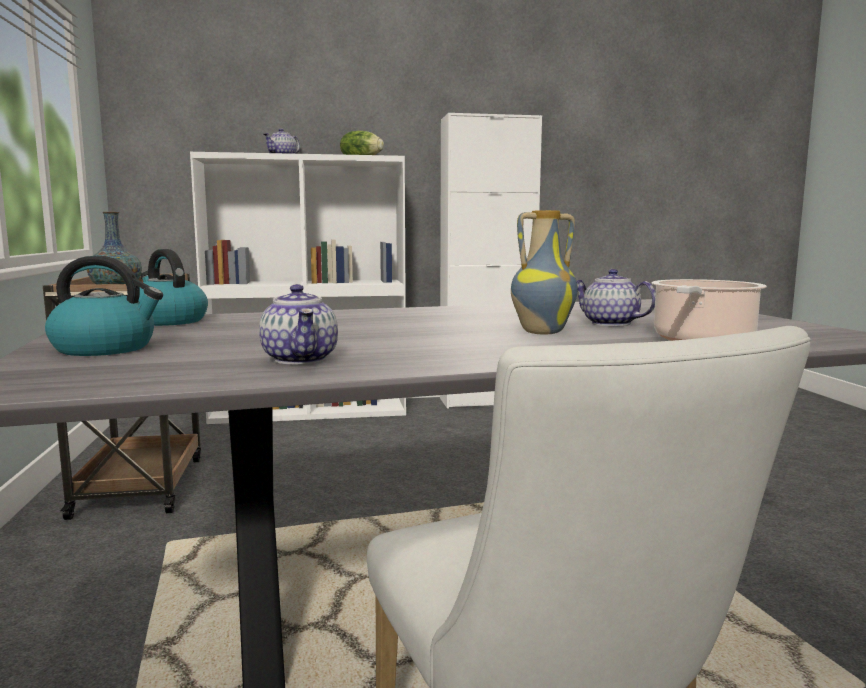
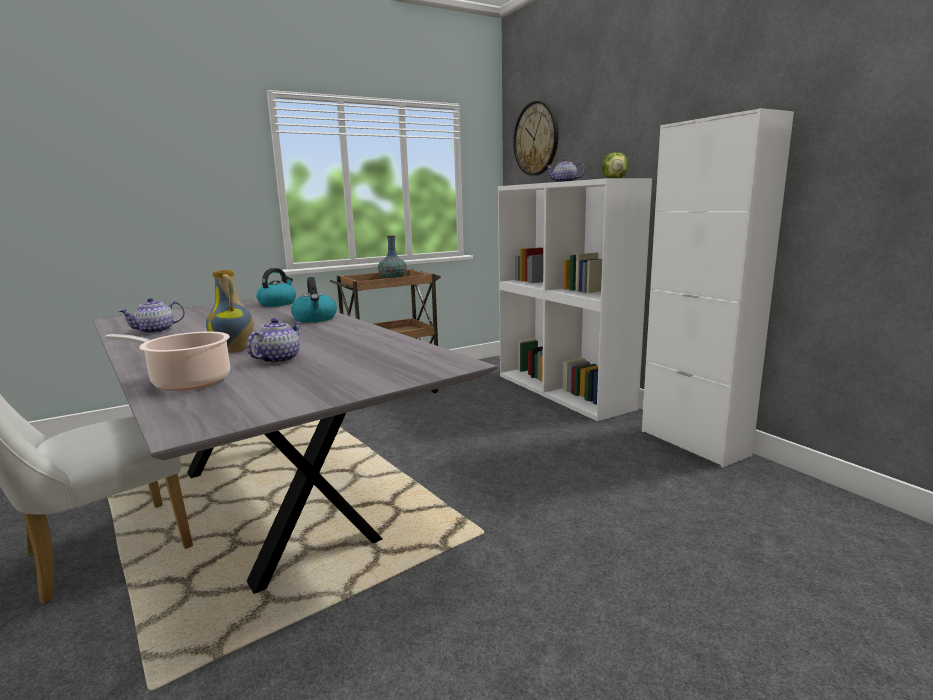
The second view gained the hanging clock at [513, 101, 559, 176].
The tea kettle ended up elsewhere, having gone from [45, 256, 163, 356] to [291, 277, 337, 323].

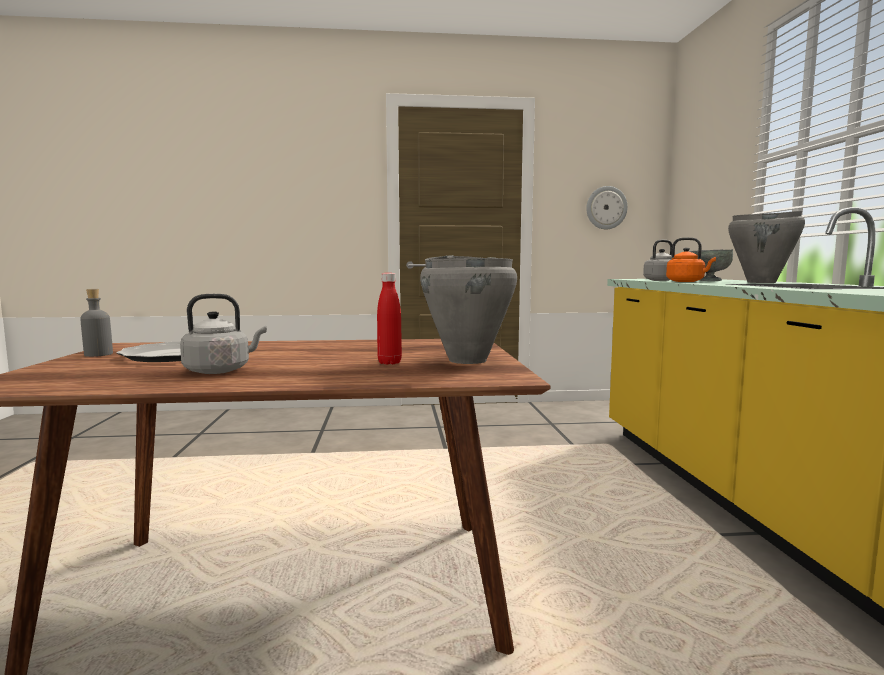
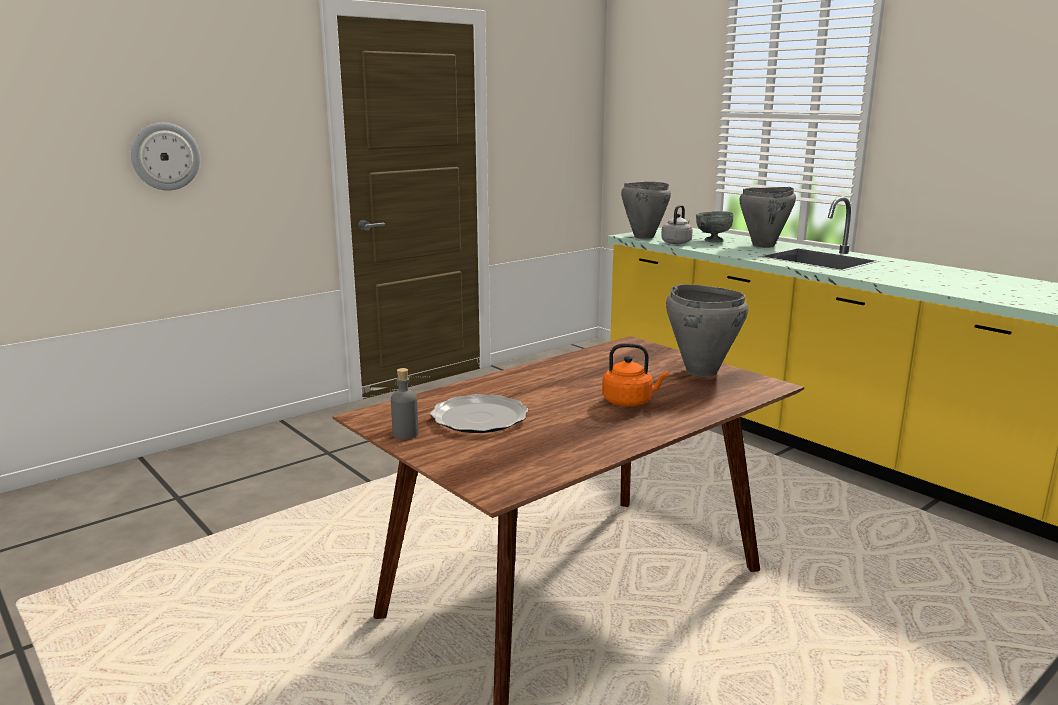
The second view lost the grey tea kettle at [180, 294, 267, 374].
The second view lost the red beverage bottle at [377, 273, 402, 365].
The second view gained the grey stockpot at [621, 182, 671, 239].
The hanging clock ended up elsewhere, having gone from [586, 186, 628, 229] to [131, 123, 200, 191].
The orange tea kettle ended up elsewhere, having gone from [666, 237, 716, 282] to [602, 343, 668, 406].

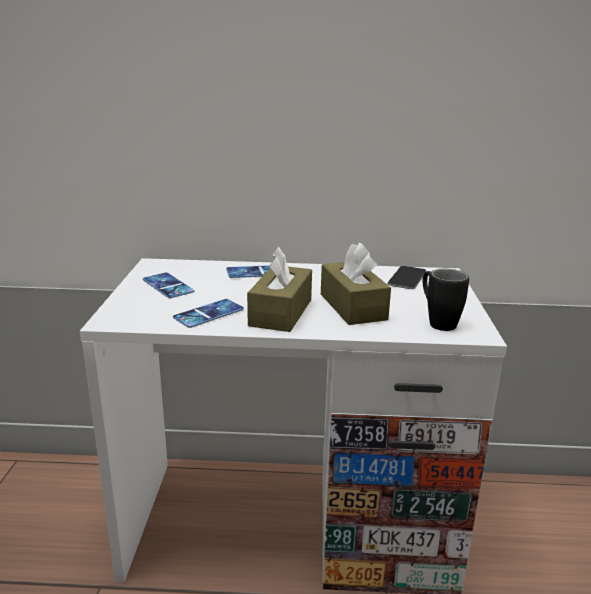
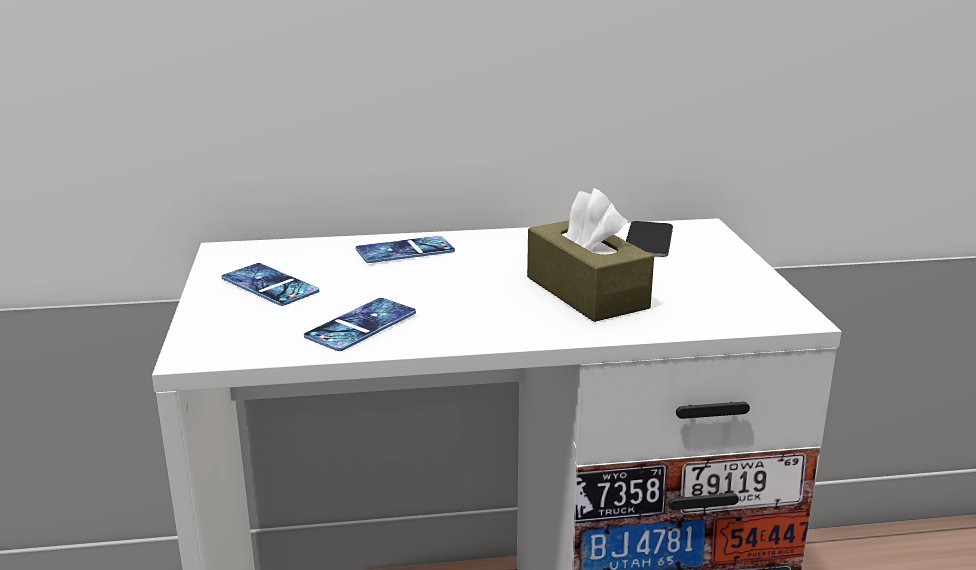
The second view lost the brown box of tissues at [247, 246, 312, 332].
The second view lost the blackish mug at [423, 269, 469, 331].

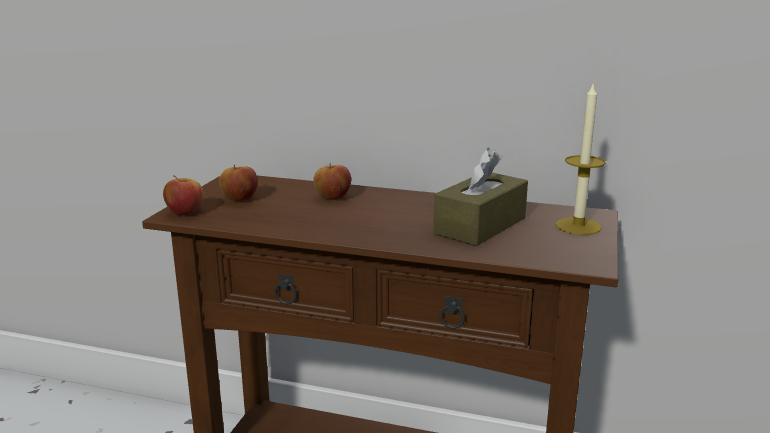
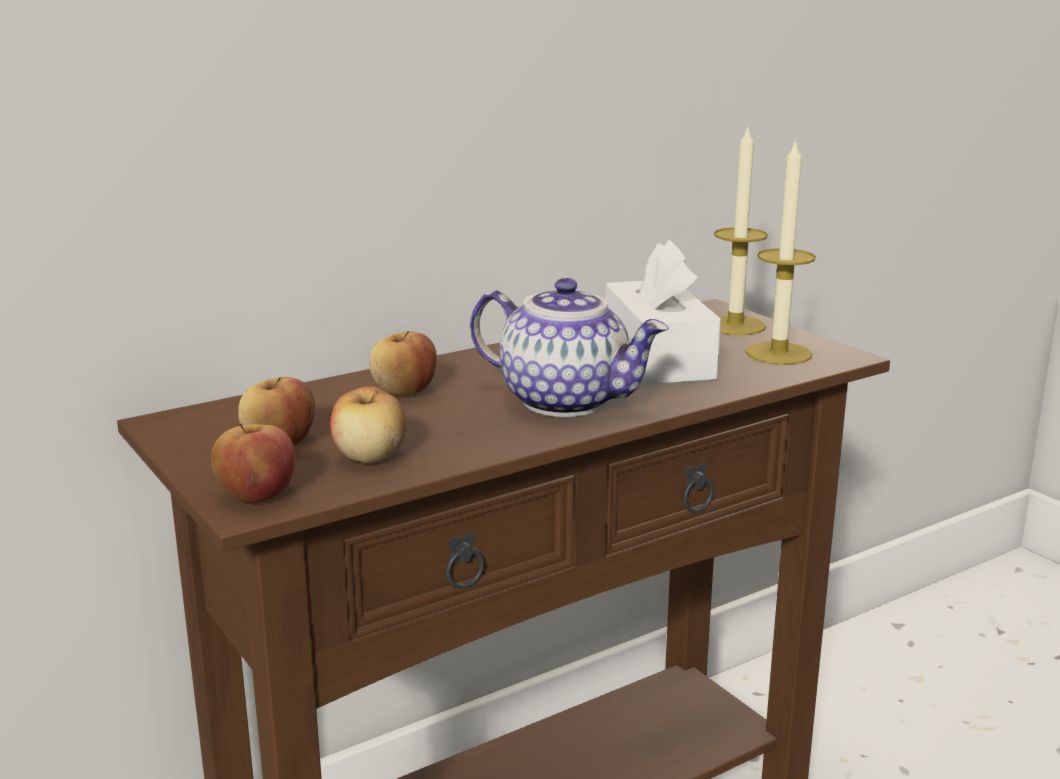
The second view gained the apple fruit at [330, 383, 406, 463].
The second view gained the pot for tea at [470, 278, 669, 417].
The second view gained the wax candle at [746, 139, 816, 365].
What was the brown box of tissues at [433, 148, 528, 246] turned into the white-coloured box of tissues at [605, 239, 721, 385].

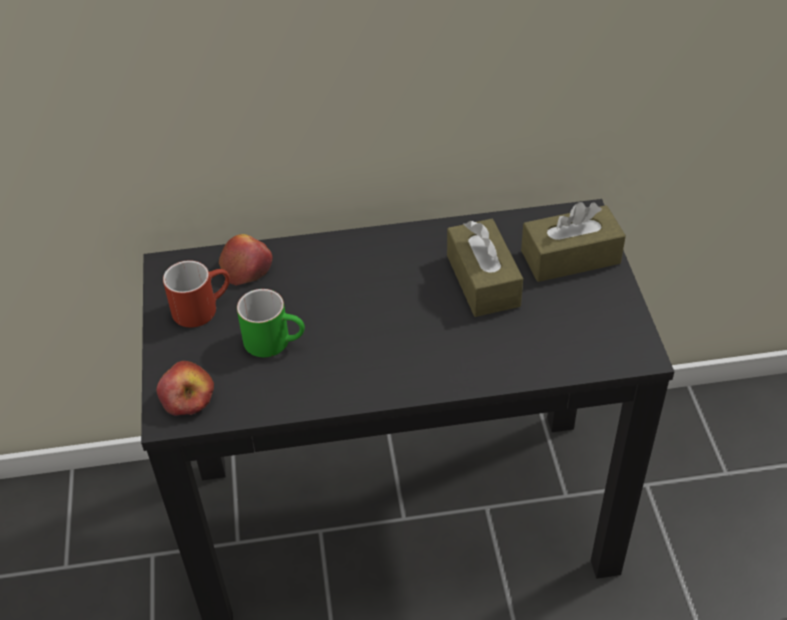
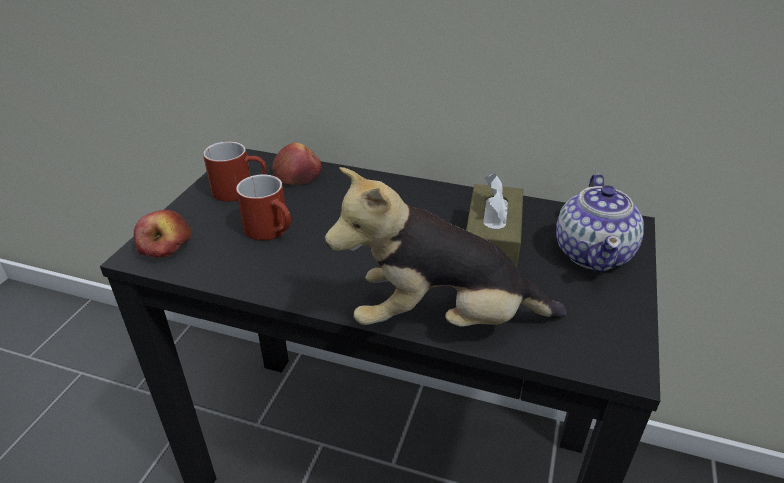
The second view gained the plush toy at [325, 167, 566, 327].
Where the brown box of tissues stood at [521, 202, 626, 282], the pot for tea came to stand at [556, 174, 644, 272].
What was the greenish mug at [237, 289, 305, 357] turned into the red mug at [236, 174, 291, 240].

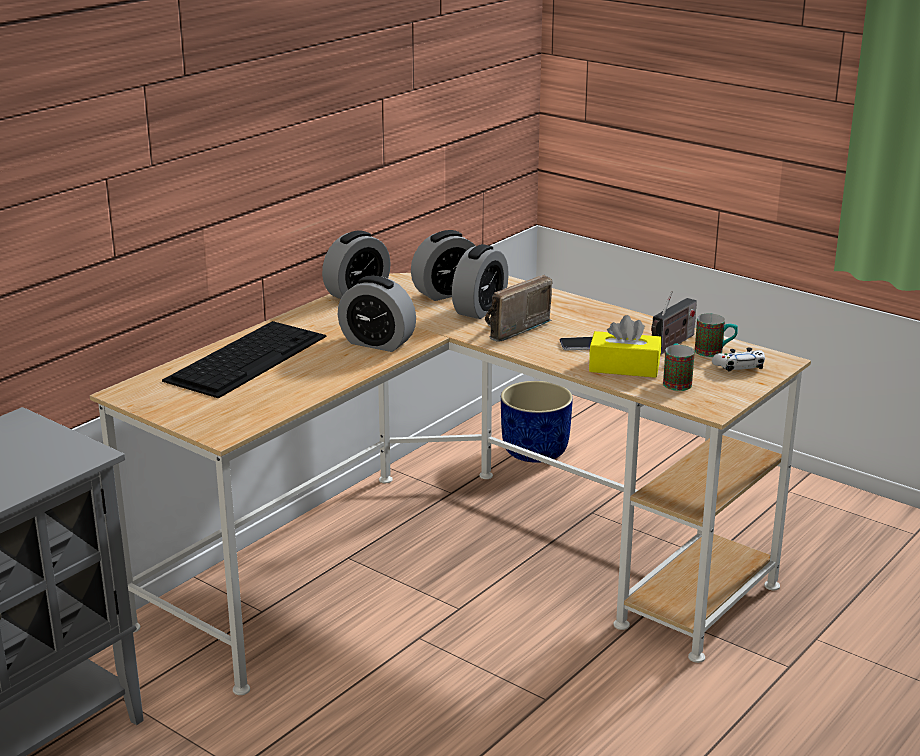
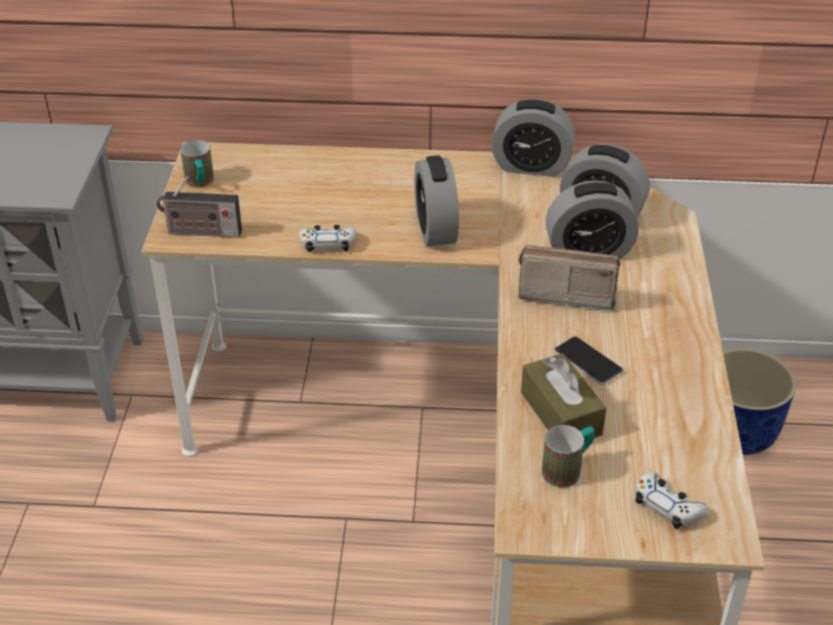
The second view lost the keyboard at [162, 321, 326, 399].
The second view gained the white-coloured game controller at [299, 225, 356, 252].
The radio set ended up elsewhere, having gone from [651, 291, 697, 354] to [157, 176, 242, 238].
The mug ended up elsewhere, having gone from [695, 313, 738, 357] to [181, 140, 214, 188].
What was the yellow box of tissues at [589, 315, 661, 378] turned into the brown box of tissues at [521, 353, 606, 440].

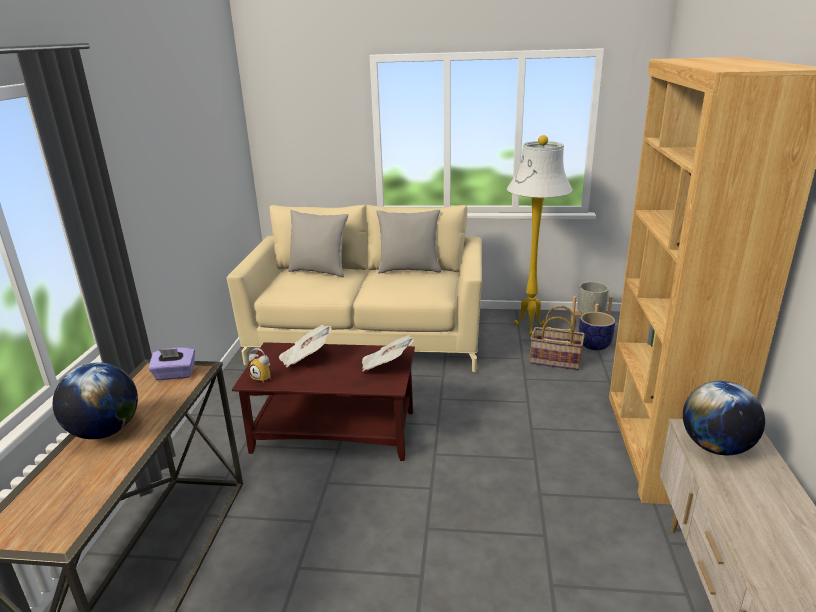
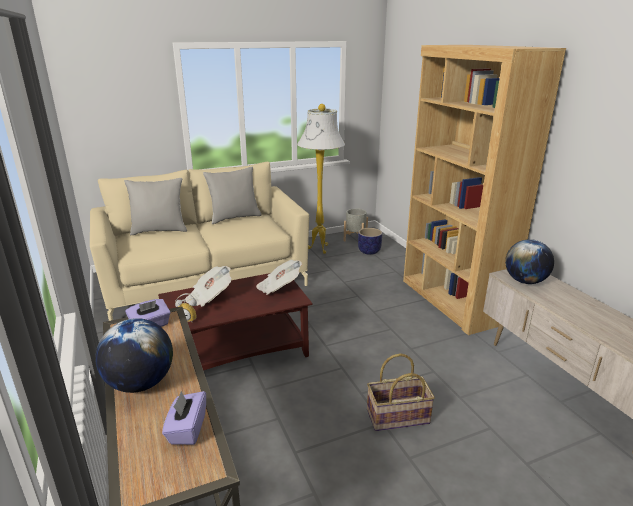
The second view gained the purplish box of tissues at [162, 391, 206, 445].
The storage basket ended up elsewhere, having gone from [530, 306, 585, 370] to [367, 353, 435, 431].

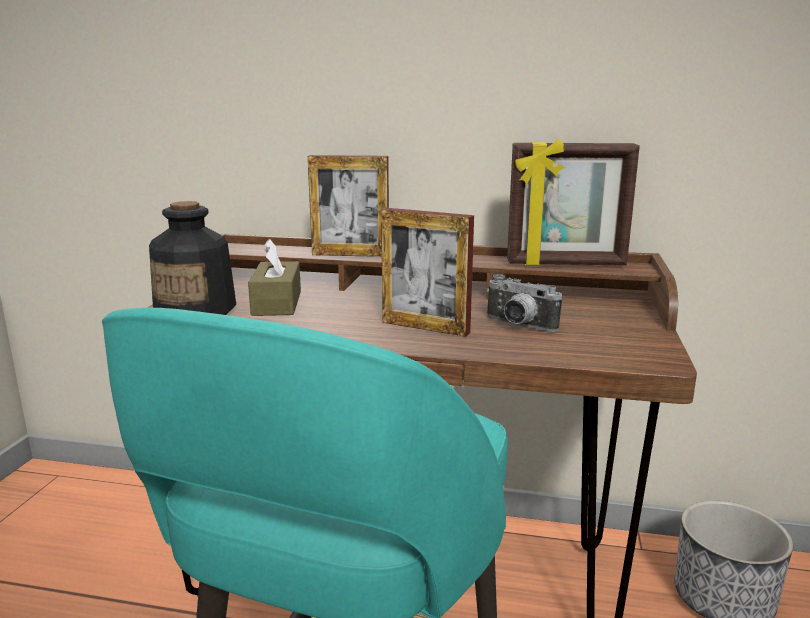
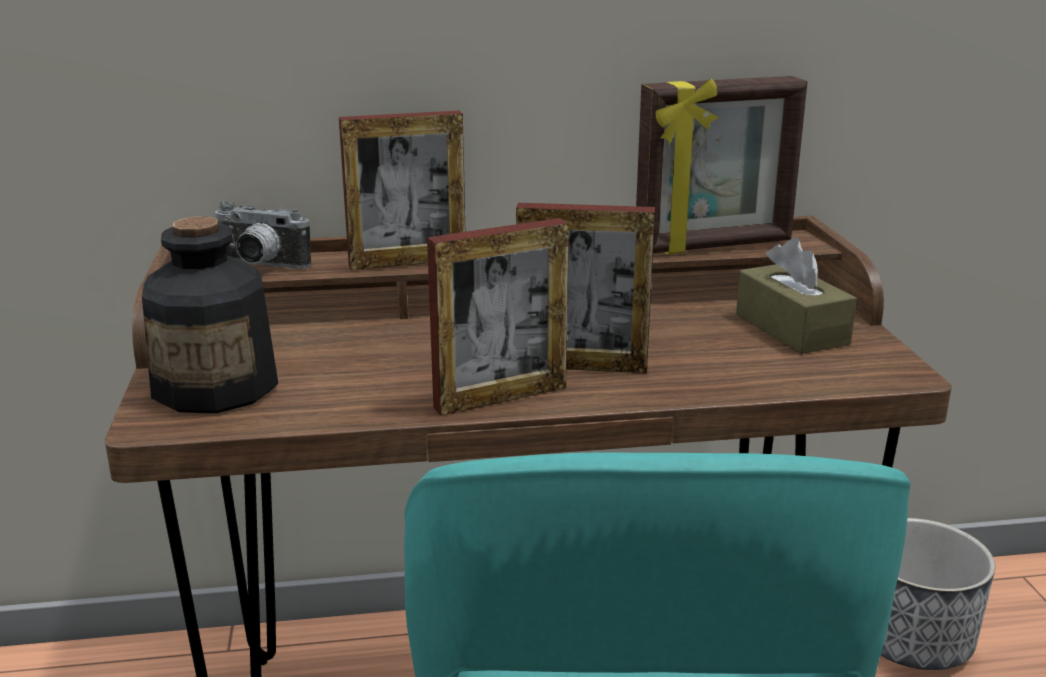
The second view gained the picture frame at [427, 218, 569, 416].
The brown box of tissues ended up elsewhere, having gone from [248, 239, 301, 316] to [736, 238, 857, 354].
The still camera ended up elsewhere, having gone from [486, 274, 562, 332] to [215, 201, 311, 269].

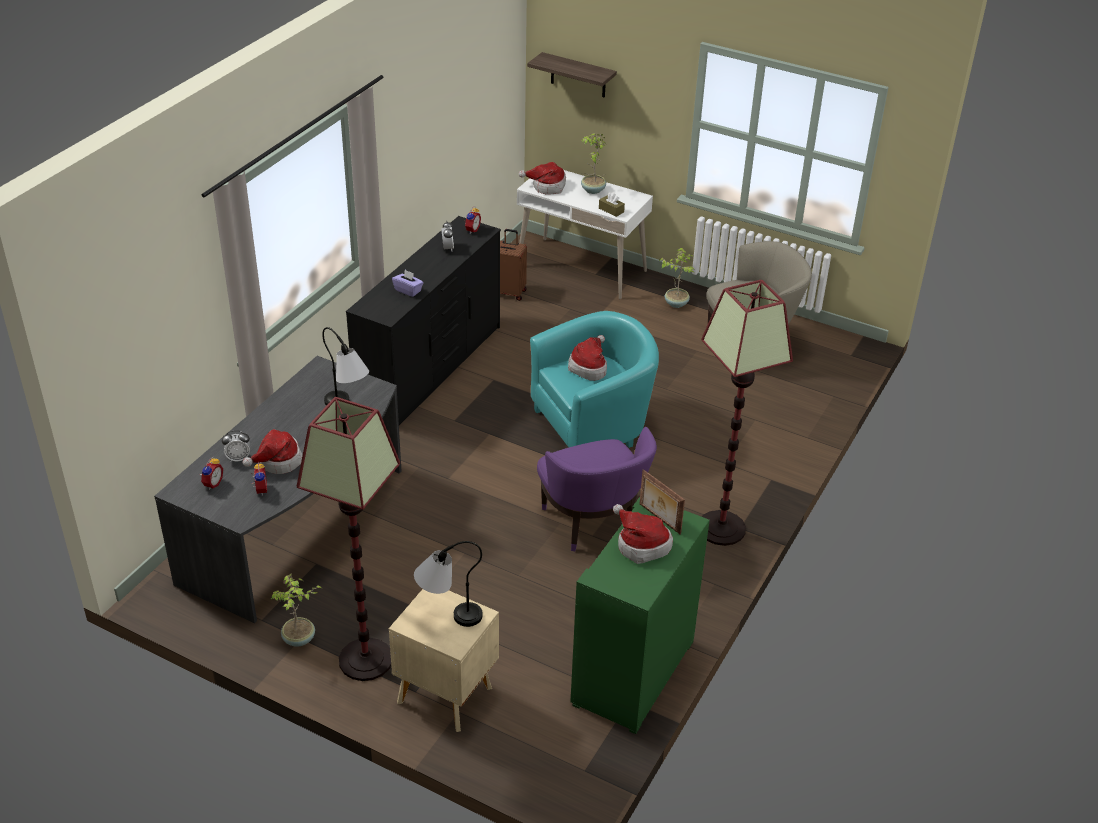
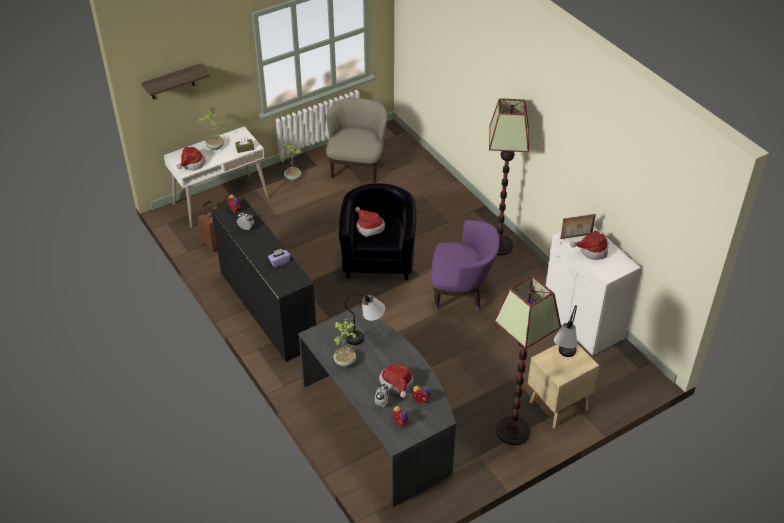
The plant in a pot ended up elsewhere, having gone from [271, 574, 322, 646] to [333, 319, 357, 367].
What was the turquoise easy chair at [530, 311, 659, 448] turned into the blackish easy chair at [338, 183, 416, 280].
What was the greenish cupboard at [570, 497, 710, 734] turned into the white-coloured cupboard at [546, 227, 641, 356].

